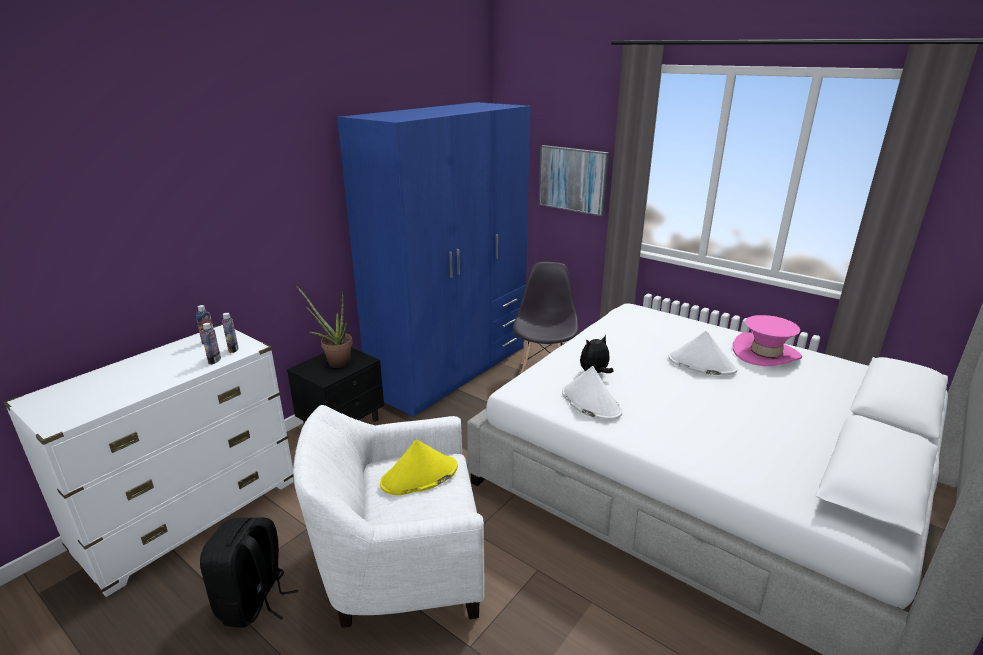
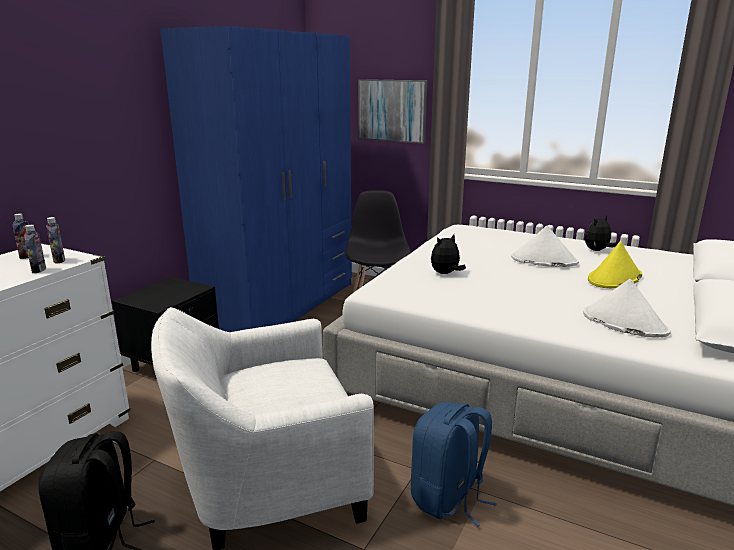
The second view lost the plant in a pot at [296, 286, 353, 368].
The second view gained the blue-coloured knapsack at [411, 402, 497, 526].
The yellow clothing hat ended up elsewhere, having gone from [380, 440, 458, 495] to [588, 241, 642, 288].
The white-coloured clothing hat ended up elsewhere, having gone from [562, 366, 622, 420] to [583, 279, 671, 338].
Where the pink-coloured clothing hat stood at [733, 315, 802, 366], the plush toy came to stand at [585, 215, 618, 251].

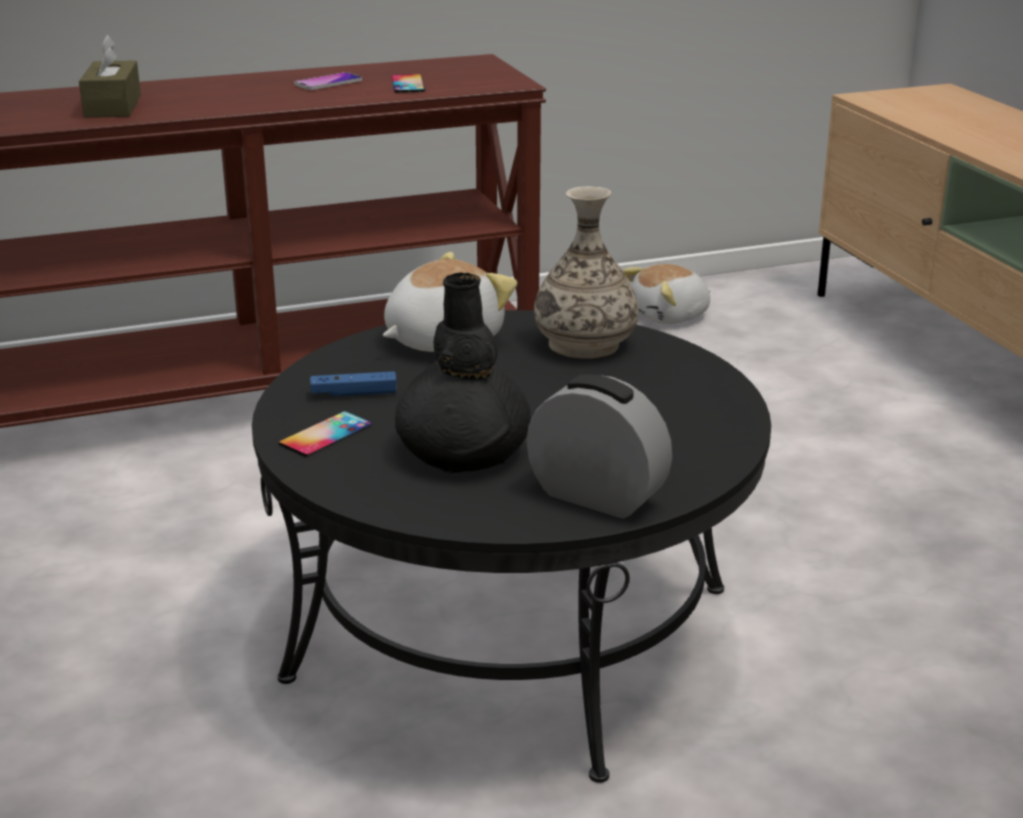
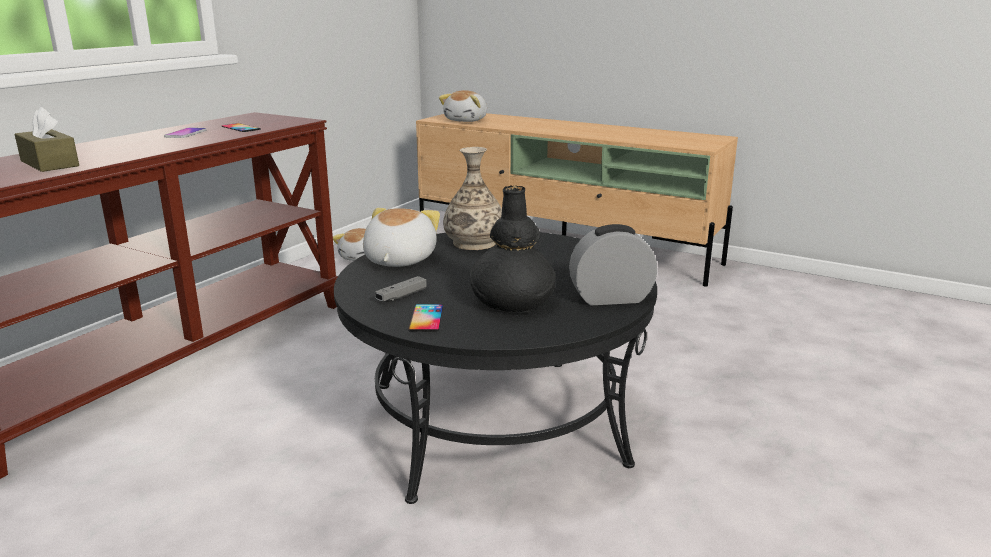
The second view gained the plush toy at [439, 90, 487, 122].
What was the blue-coloured game controller at [310, 371, 396, 397] turned into the grey game controller at [375, 276, 427, 302].

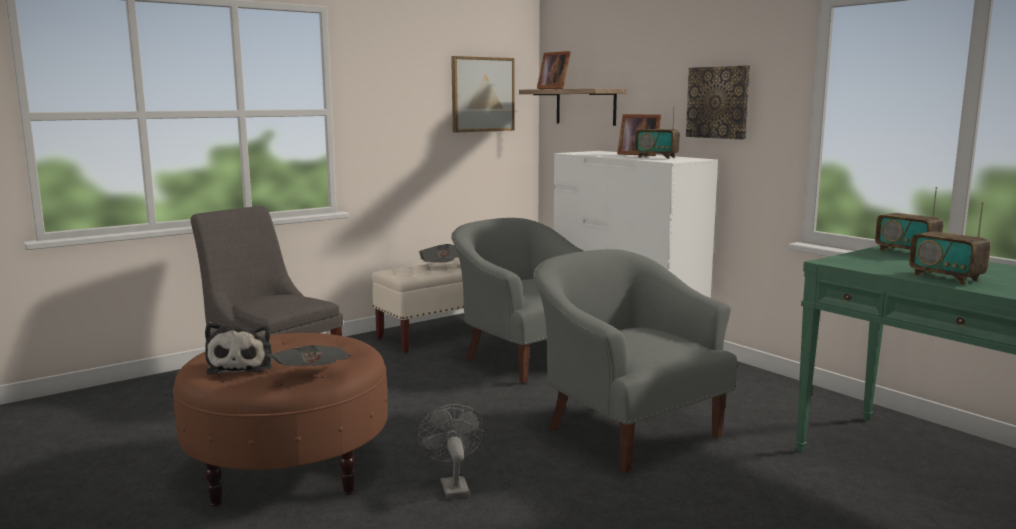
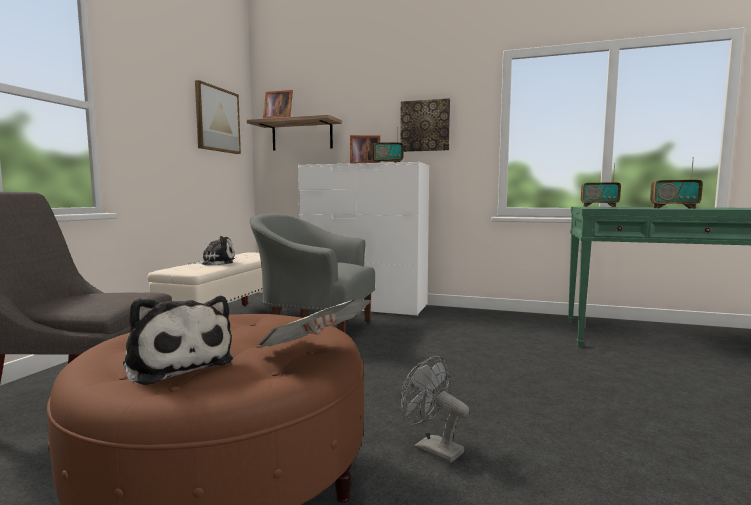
The second view lost the grey easy chair at [533, 249, 737, 473].
Where the newspaper stood at [419, 244, 459, 263], the plush toy came to stand at [189, 236, 235, 265].

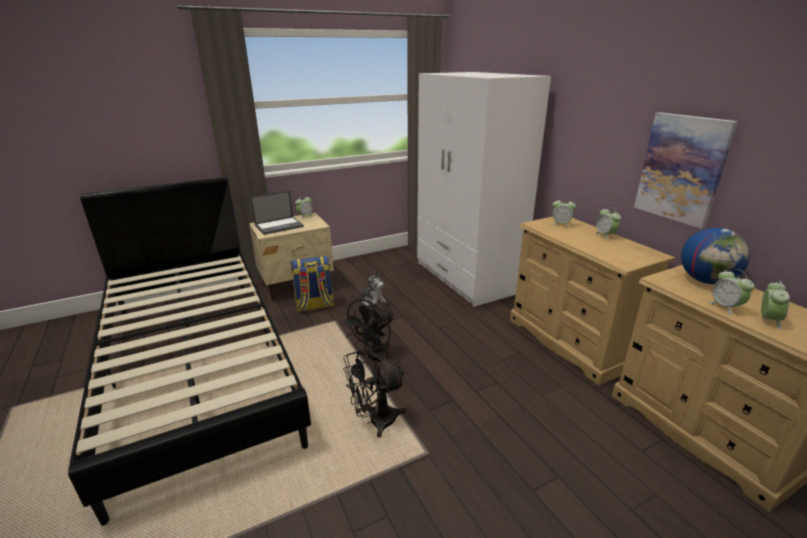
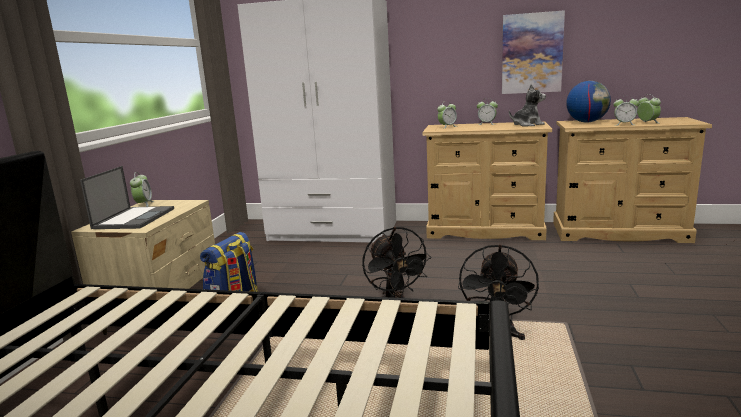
The plush toy ended up elsewhere, having gone from [359, 272, 387, 306] to [509, 84, 546, 127].

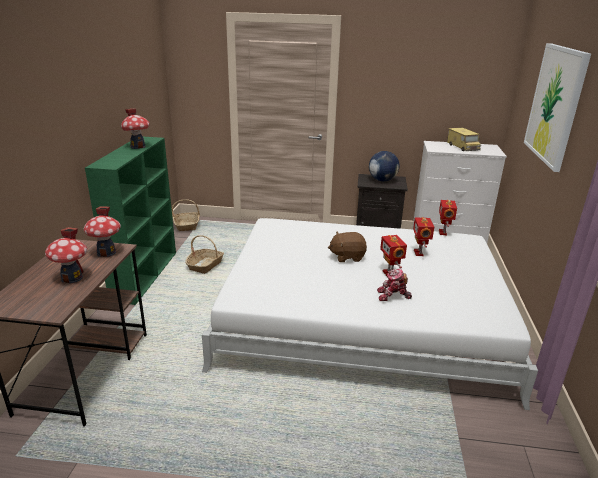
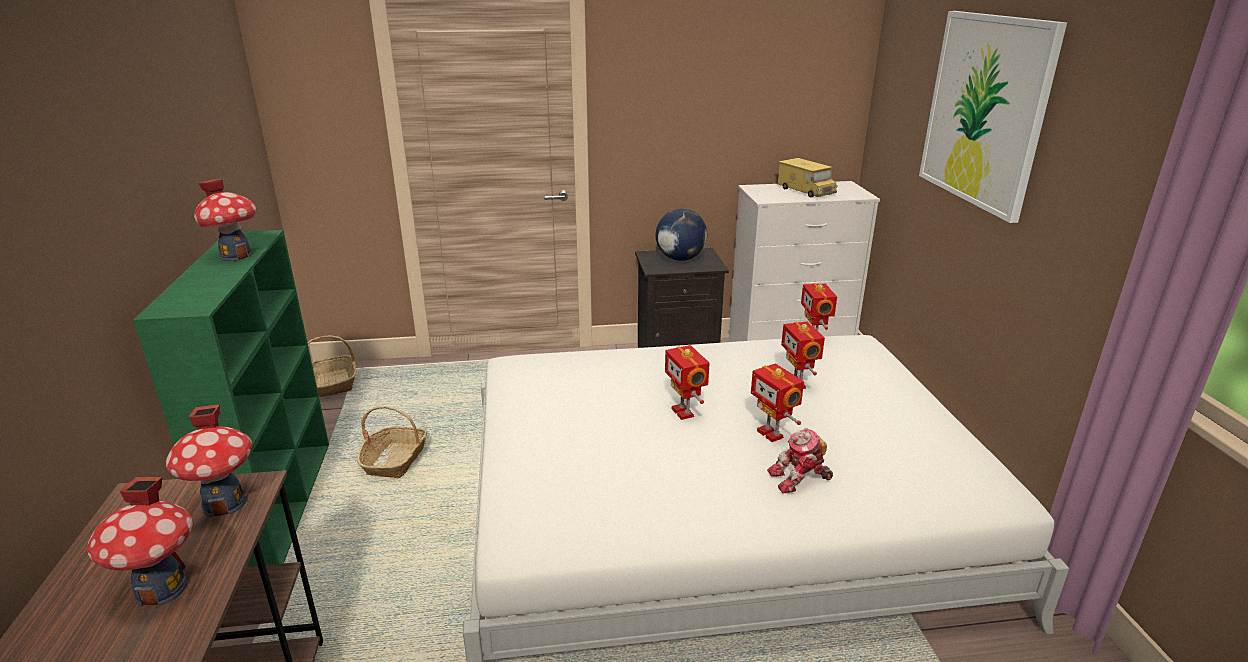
Where the brown plush toy stood at [328, 231, 367, 262], the toy robot came to stand at [665, 345, 709, 420].

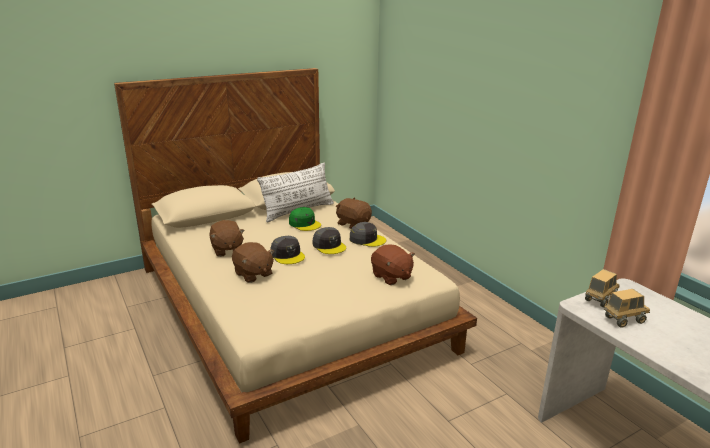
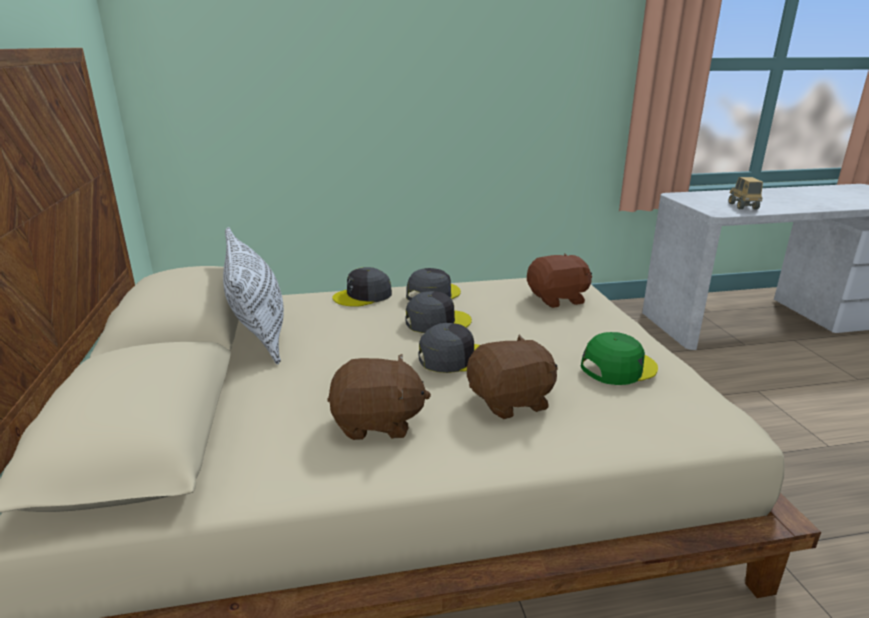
The second view lost the toy lorry at [585, 269, 620, 308].
The greenish baseball cap ended up elsewhere, having gone from [289, 207, 321, 231] to [581, 332, 658, 385].
Where the brown plush toy stood at [336, 198, 372, 229], the grey baseball cap came to stand at [332, 267, 392, 307].

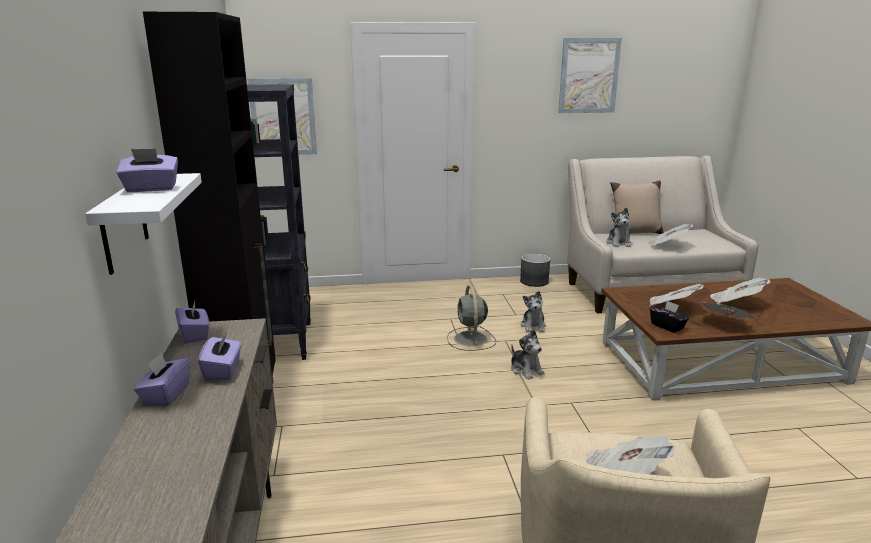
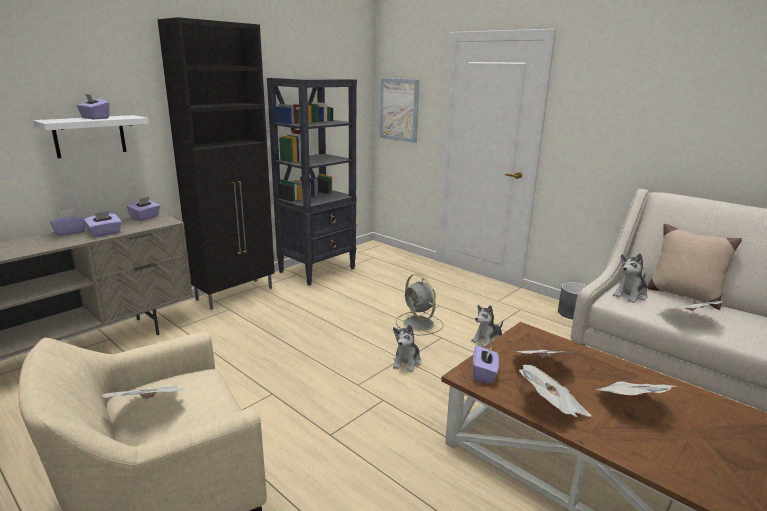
The second view lost the picture at [558, 38, 622, 113].
What was the blackish box of tissues at [650, 301, 689, 333] turned into the purplish box of tissues at [473, 345, 499, 383].
The grey cooling fan at [447, 285, 496, 351] ended up facing another way, 75 degrees counterclockwise from before.

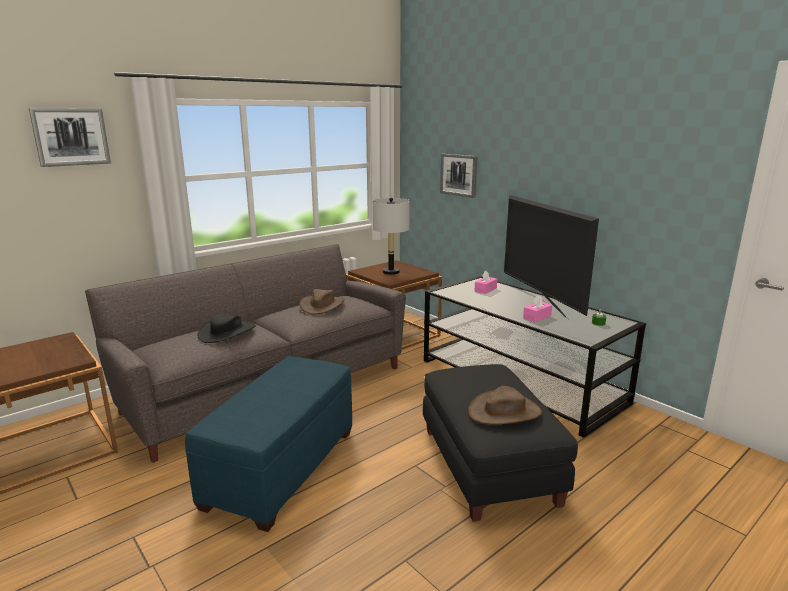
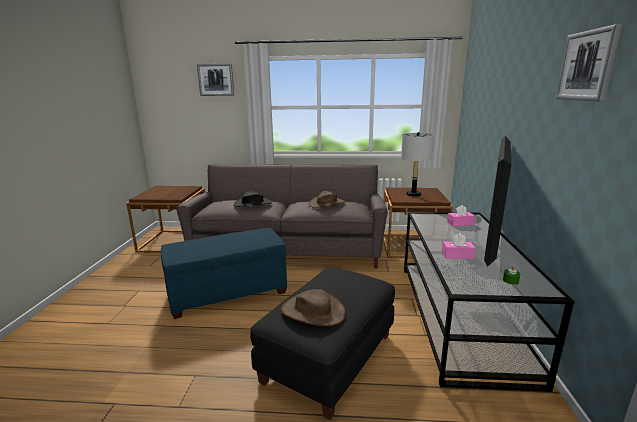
The picture ended up elsewhere, having gone from [440, 154, 477, 198] to [556, 24, 622, 101].

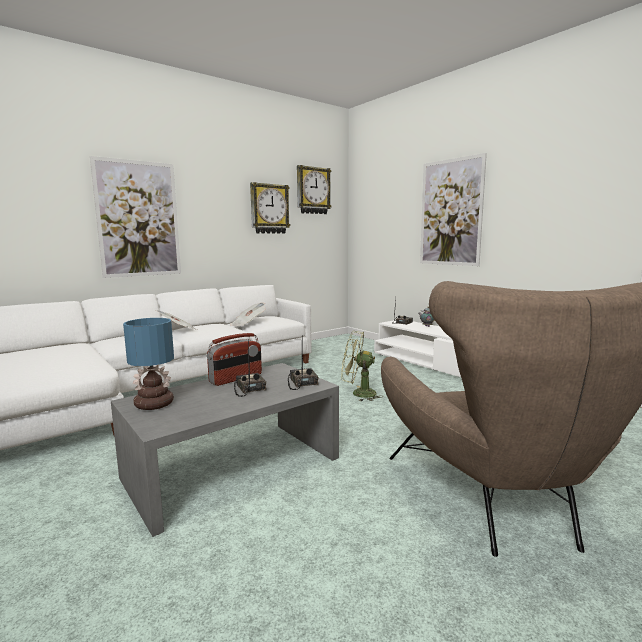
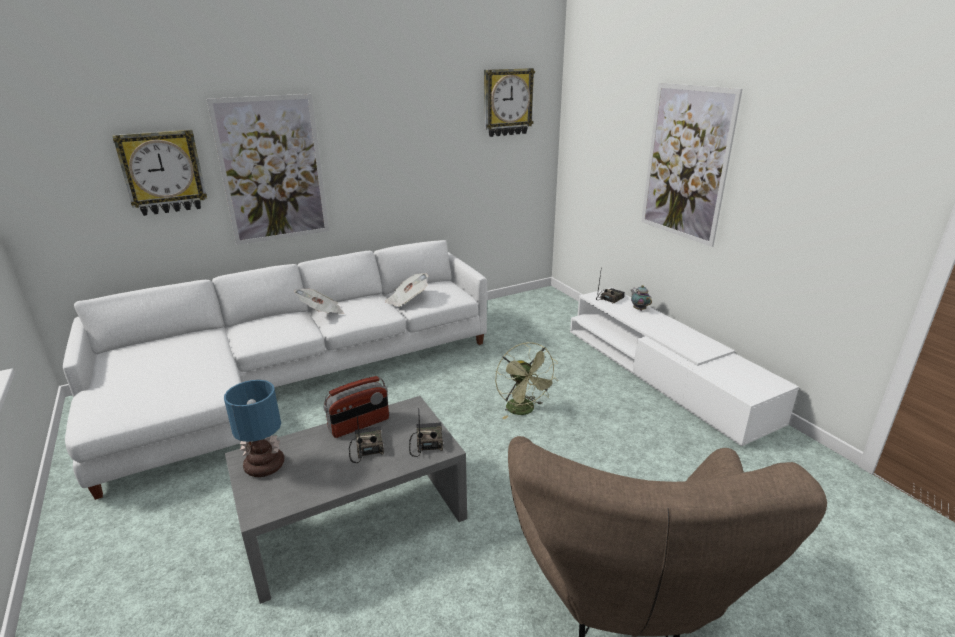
The hanging clock ended up elsewhere, having gone from [250, 182, 290, 234] to [112, 130, 207, 216].
The greenish cooling fan at [341, 331, 383, 401] ended up facing another way, 135 degrees counterclockwise from before.

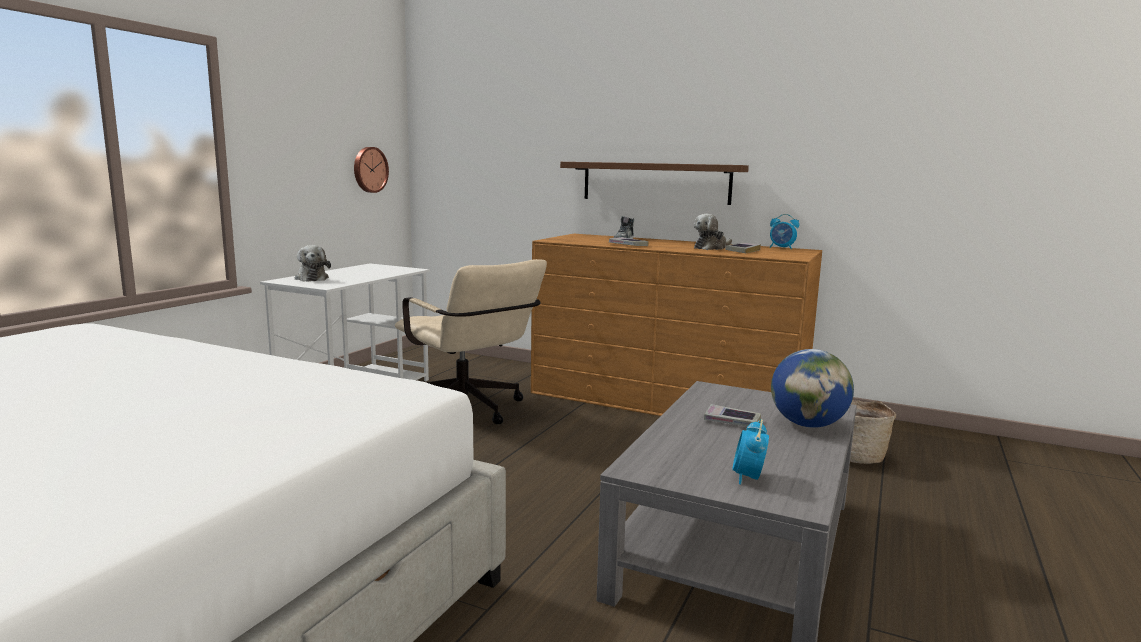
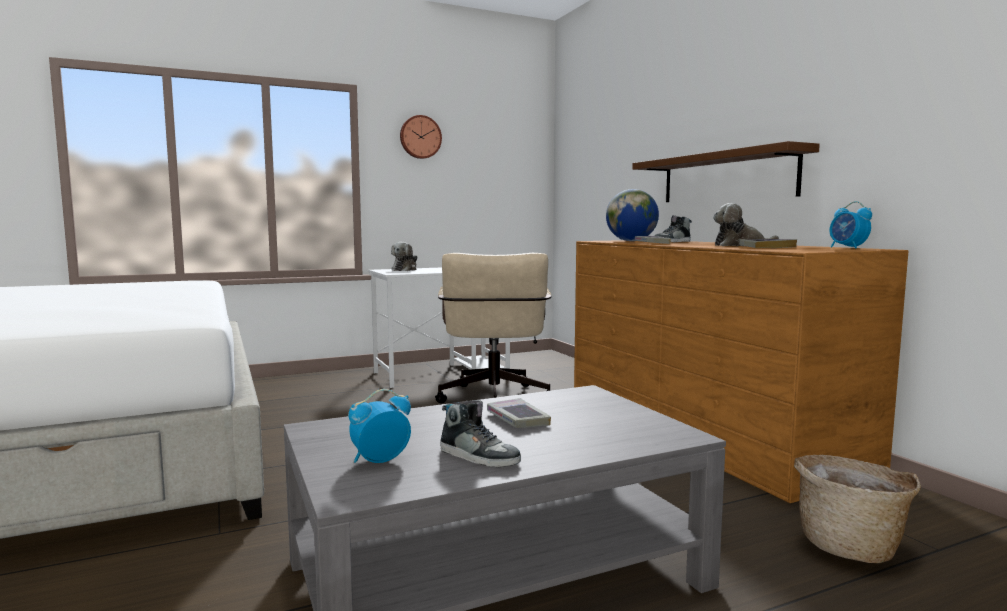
The second view gained the low shoe at [440, 400, 521, 468].
The hanging clock ended up elsewhere, having gone from [354, 147, 389, 193] to [400, 115, 442, 159].
The globe ended up elsewhere, having gone from [771, 349, 854, 428] to [606, 189, 659, 241].

